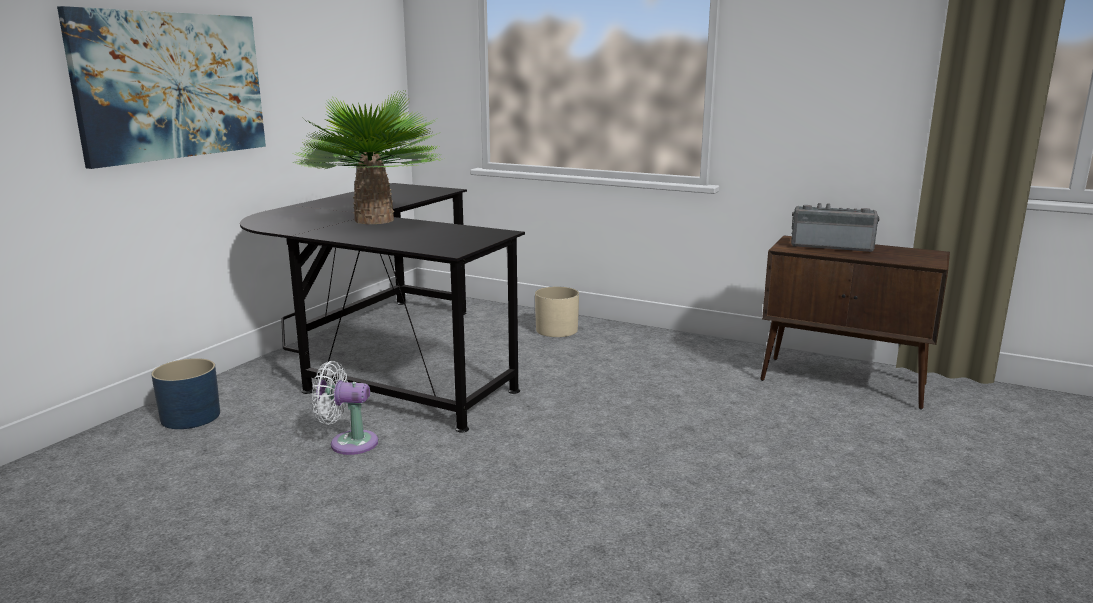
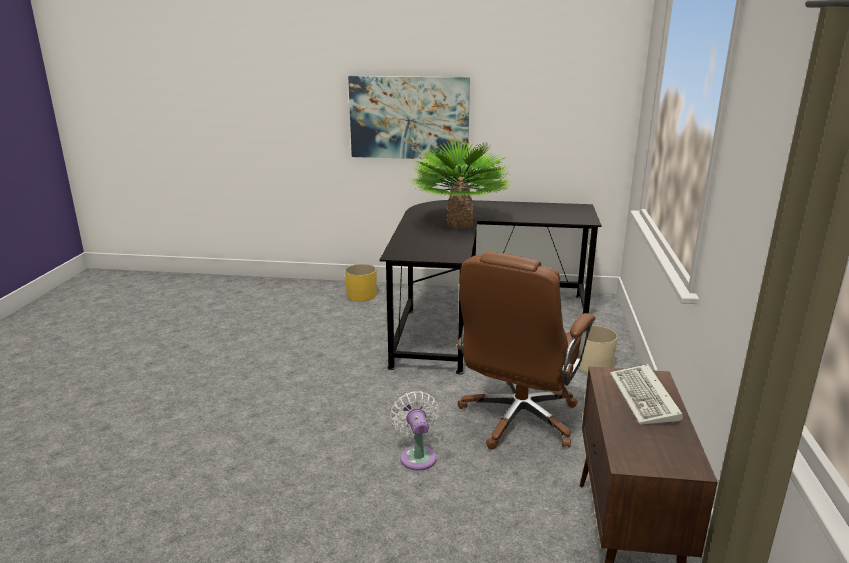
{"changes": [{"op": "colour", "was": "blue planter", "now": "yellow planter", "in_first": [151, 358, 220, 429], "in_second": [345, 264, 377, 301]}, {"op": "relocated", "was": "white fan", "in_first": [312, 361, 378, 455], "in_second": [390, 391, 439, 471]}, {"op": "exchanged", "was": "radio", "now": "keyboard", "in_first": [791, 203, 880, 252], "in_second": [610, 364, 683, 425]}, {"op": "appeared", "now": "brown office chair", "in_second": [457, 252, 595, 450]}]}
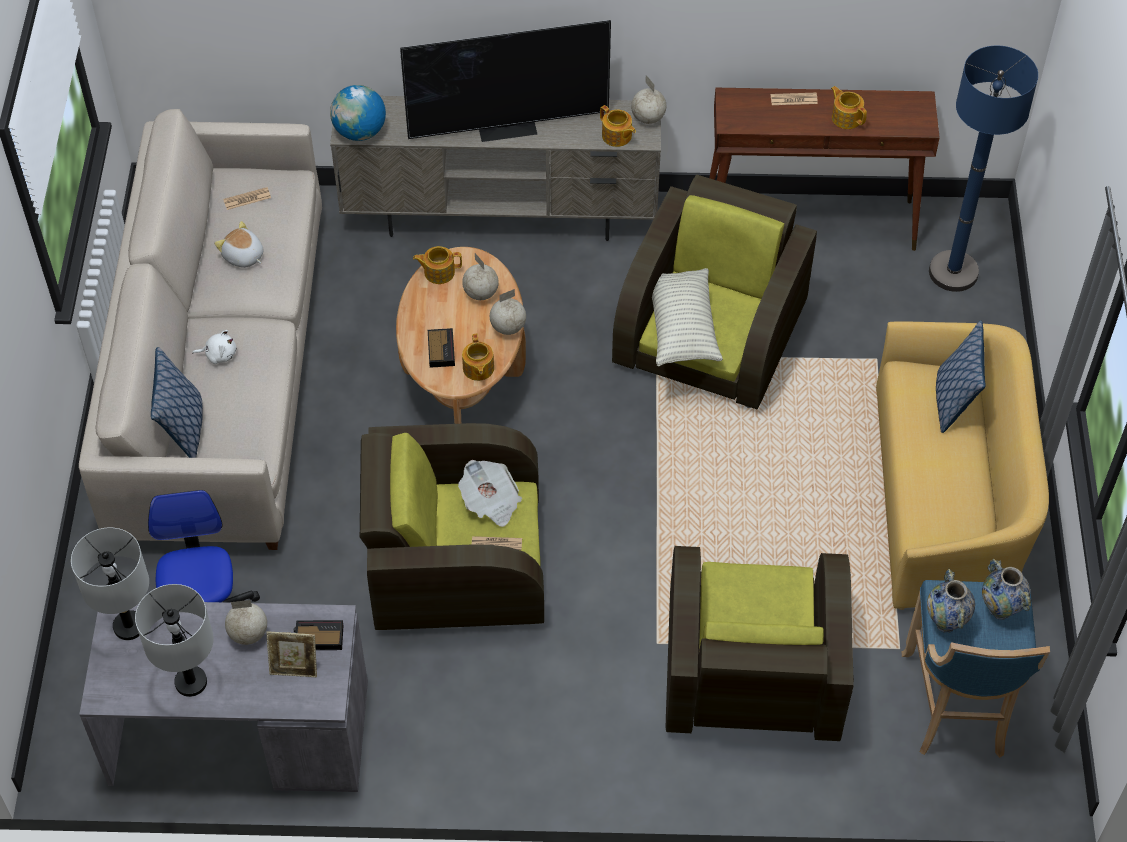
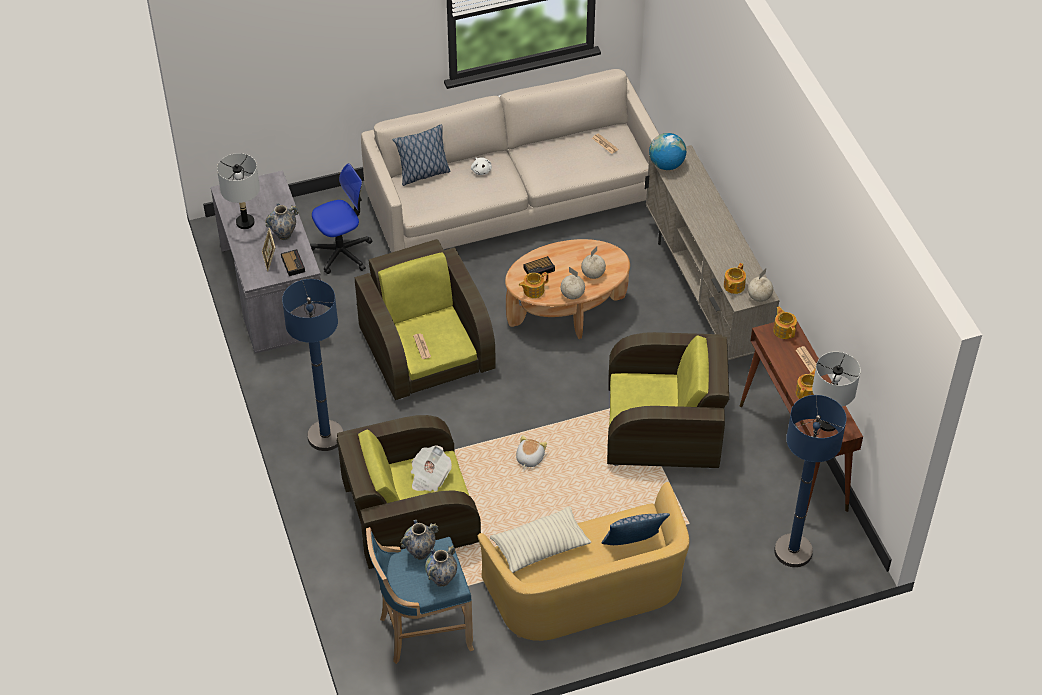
{"changes": [{"op": "relocated", "was": "grey table lamp", "in_first": [71, 528, 149, 640], "in_second": [812, 352, 861, 432]}, {"op": "relocated", "was": "plush toy", "in_first": [214, 221, 264, 268], "in_second": [516, 435, 547, 468]}, {"op": "exchanged", "was": "globe", "now": "vase", "in_first": [225, 600, 267, 645], "in_second": [265, 203, 299, 240]}, {"op": "missing", "was": "television", "in_first": [400, 20, 611, 142]}, {"op": "relocated", "was": "teapot", "in_first": [413, 246, 462, 284], "in_second": [773, 307, 797, 339]}, {"op": "relocated", "was": "newspaper", "in_first": [458, 460, 522, 527], "in_second": [411, 445, 452, 491]}, {"op": "relocated", "was": "pillow", "in_first": [652, 268, 723, 367], "in_second": [490, 506, 591, 573]}, {"op": "appeared", "now": "blue floor lamp", "in_second": [282, 279, 343, 451]}]}
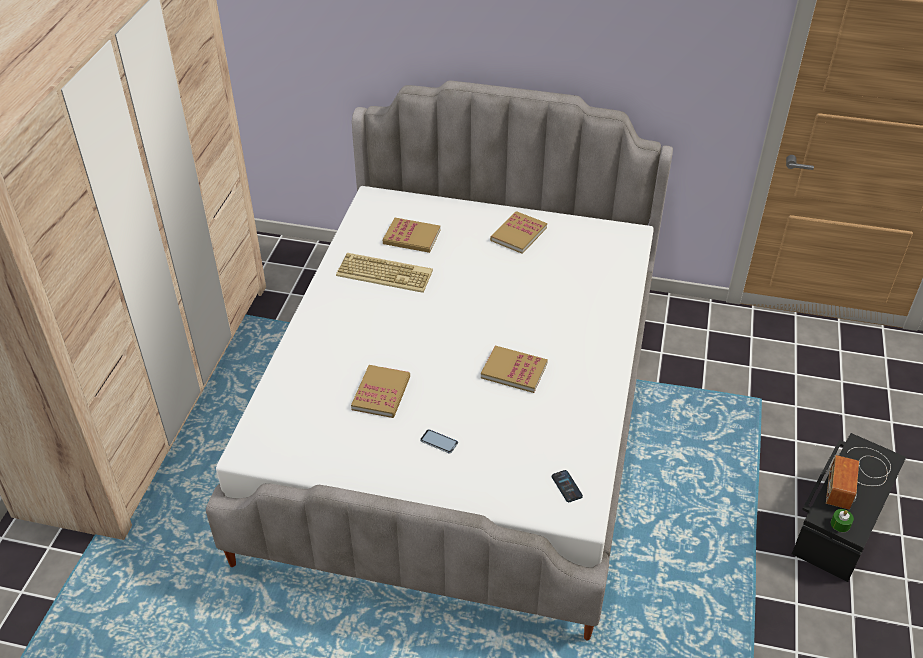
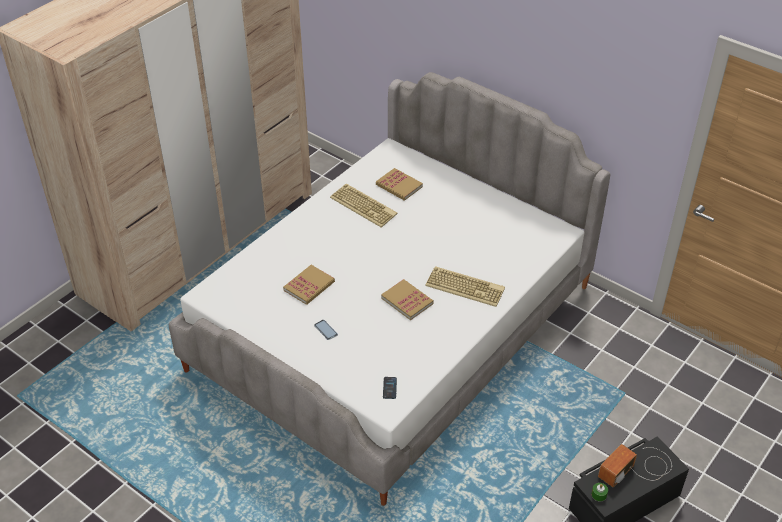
{"changes": [{"op": "missing", "was": "book", "in_first": [490, 211, 547, 254]}, {"op": "appeared", "now": "keyboard", "in_second": [425, 266, 505, 307]}]}
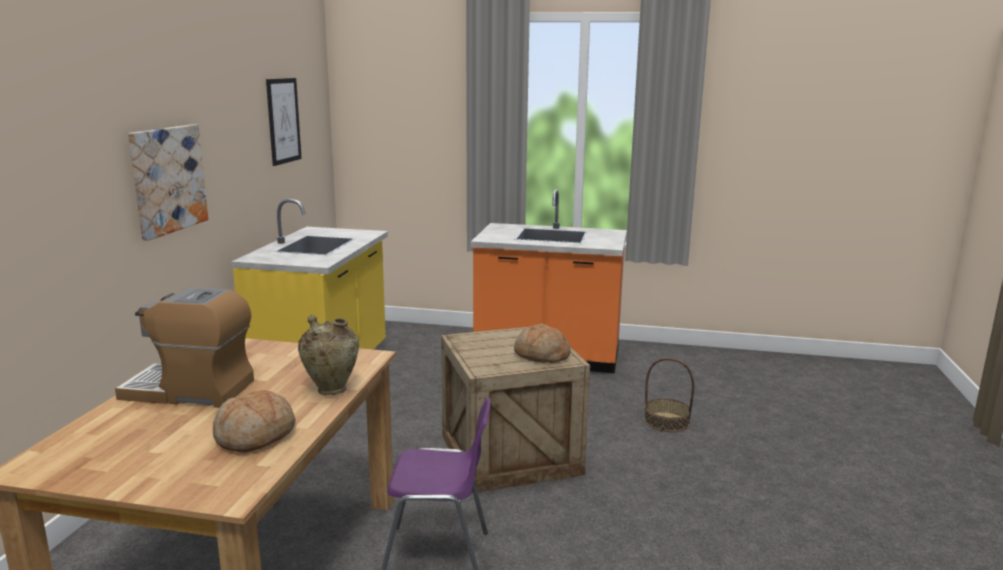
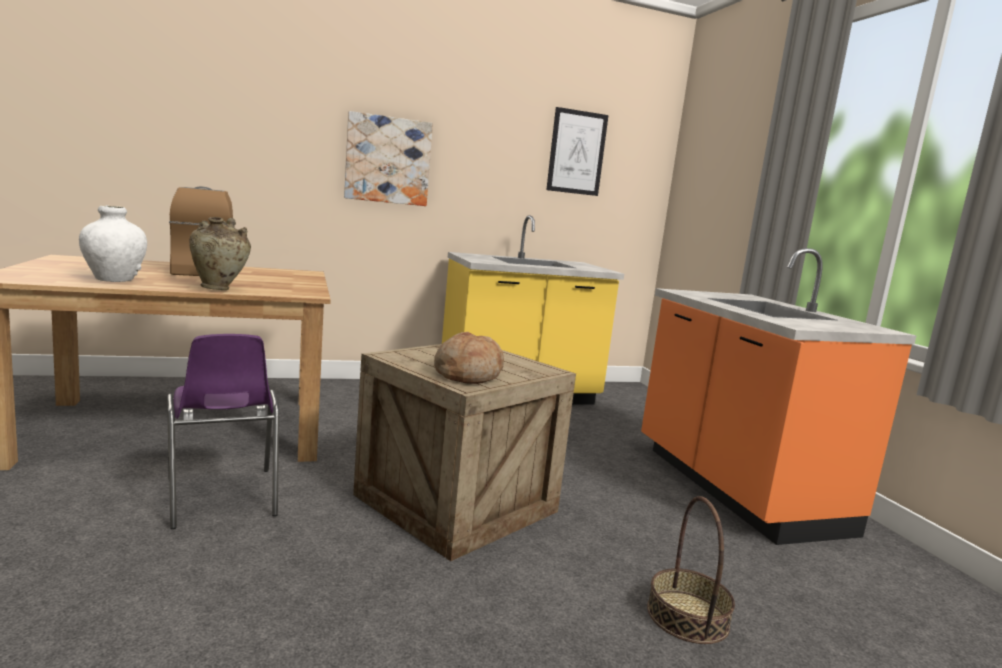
{"changes": [{"op": "exchanged", "was": "bread", "now": "white vase", "in_first": [213, 390, 296, 453], "in_second": [79, 206, 147, 282]}]}
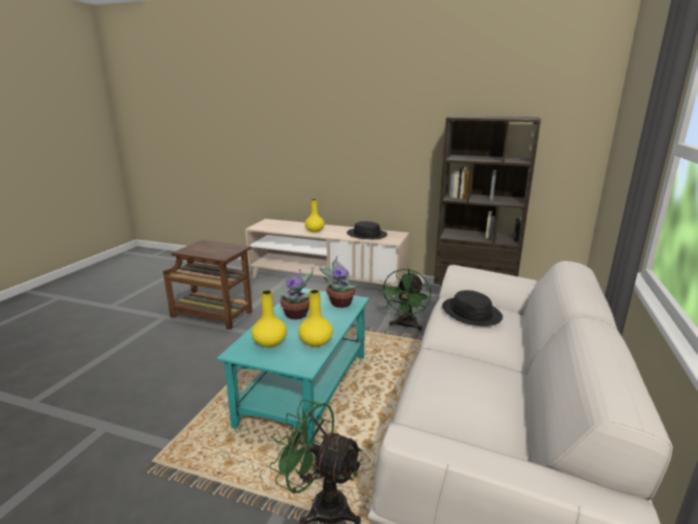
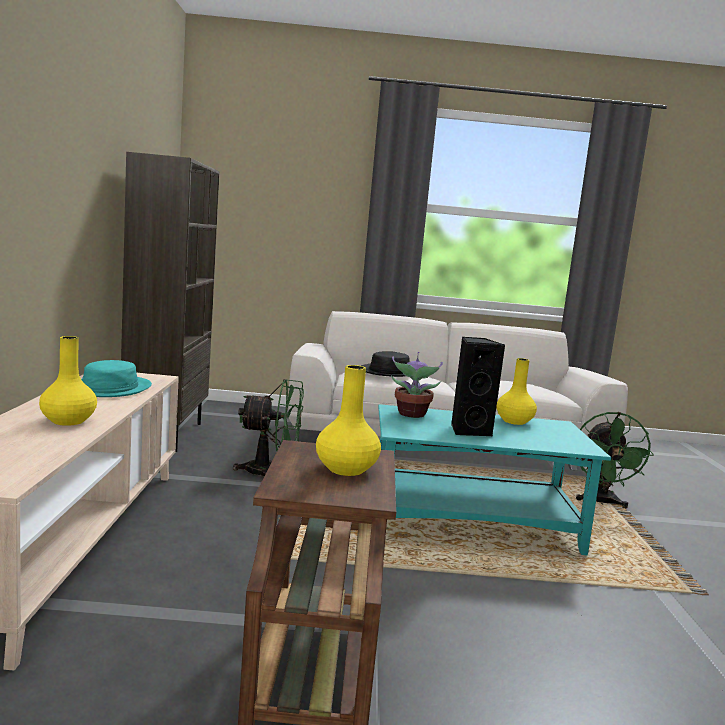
{"changes": [{"op": "relocated", "was": "yellow vase", "in_first": [252, 290, 287, 348], "in_second": [316, 365, 381, 476]}, {"op": "exchanged", "was": "potted plant", "now": "black speaker", "in_first": [275, 267, 314, 320], "in_second": [451, 337, 505, 437]}, {"op": "colour", "was": "black hat", "now": "turquoise hat", "in_first": [347, 221, 388, 239], "in_second": [81, 360, 152, 397]}]}
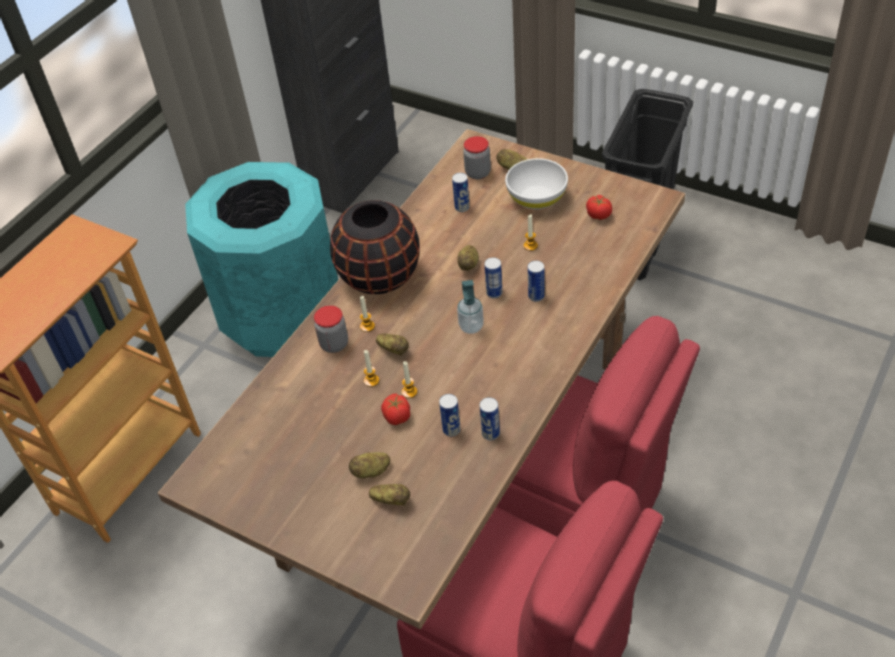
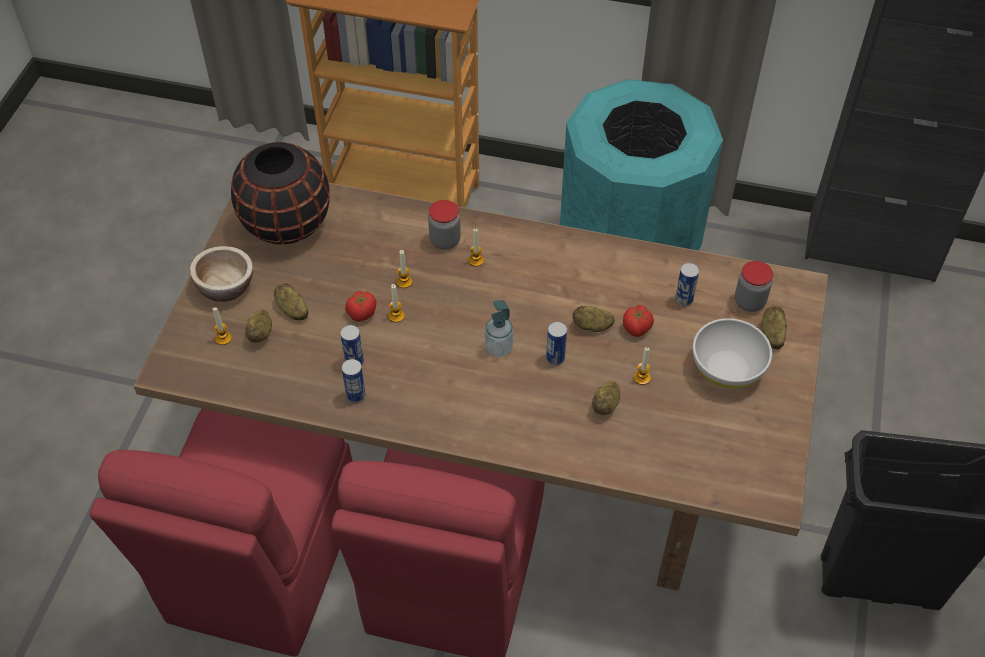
{"changes": [{"op": "relocated", "was": "black vase", "in_first": [330, 200, 420, 294], "in_second": [231, 142, 330, 244]}, {"op": "relocated", "was": "potato", "in_first": [376, 334, 409, 356], "in_second": [592, 381, 620, 415]}, {"op": "missing", "was": "can", "in_first": [528, 260, 545, 302]}, {"op": "relocated", "was": "tomato", "in_first": [586, 195, 612, 220], "in_second": [623, 305, 654, 337]}, {"op": "appeared", "now": "bowl", "in_second": [190, 246, 253, 302]}, {"op": "appeared", "now": "candle", "in_second": [213, 307, 232, 345]}]}
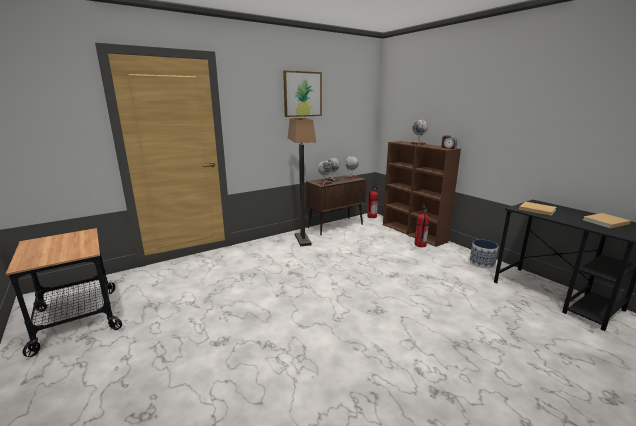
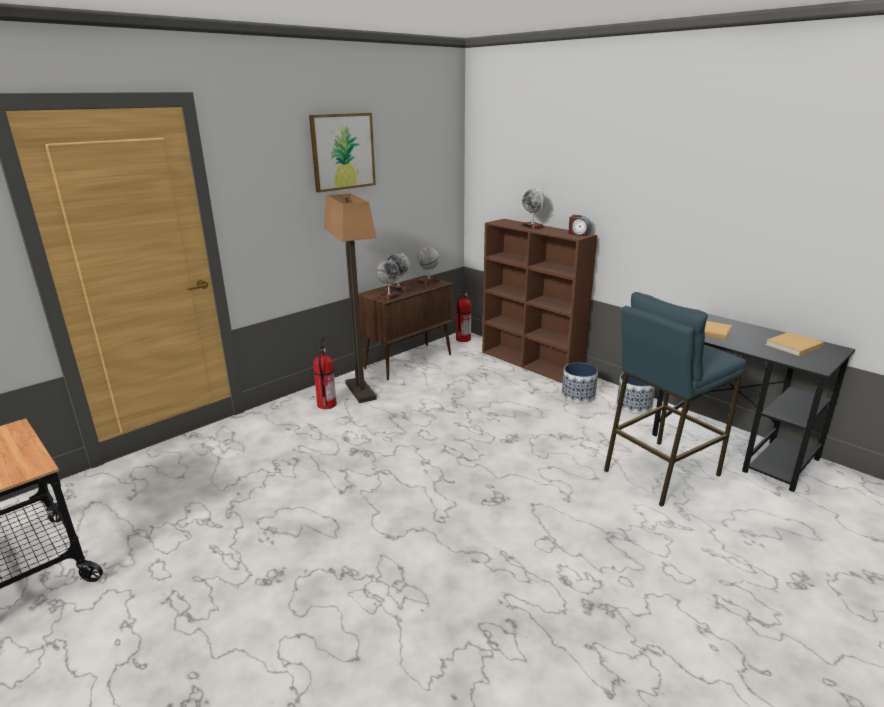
{"changes": [{"op": "relocated", "was": "fire extinguisher", "in_first": [414, 203, 429, 247], "in_second": [313, 337, 337, 409]}, {"op": "appeared", "now": "planter", "in_second": [562, 363, 598, 404]}, {"op": "appeared", "now": "blue stool", "in_second": [604, 292, 746, 507]}]}
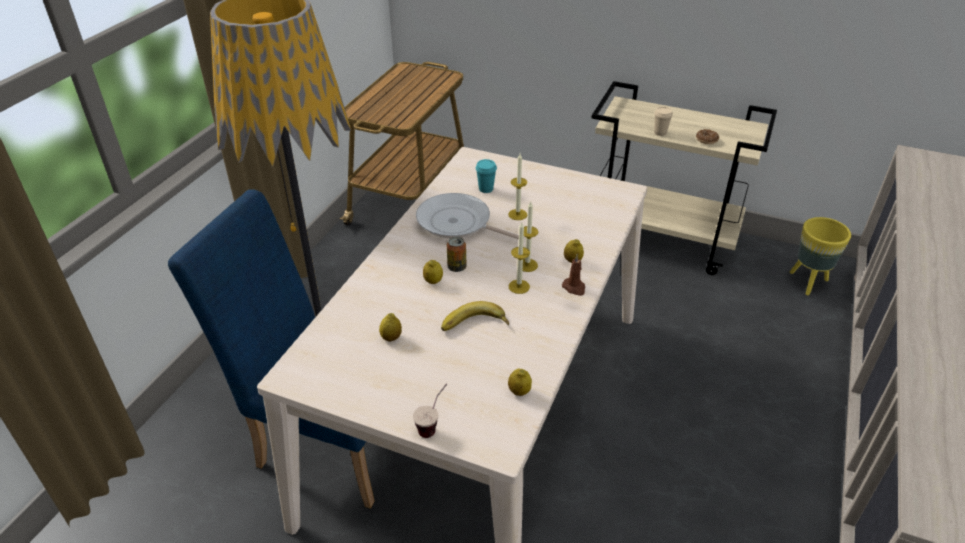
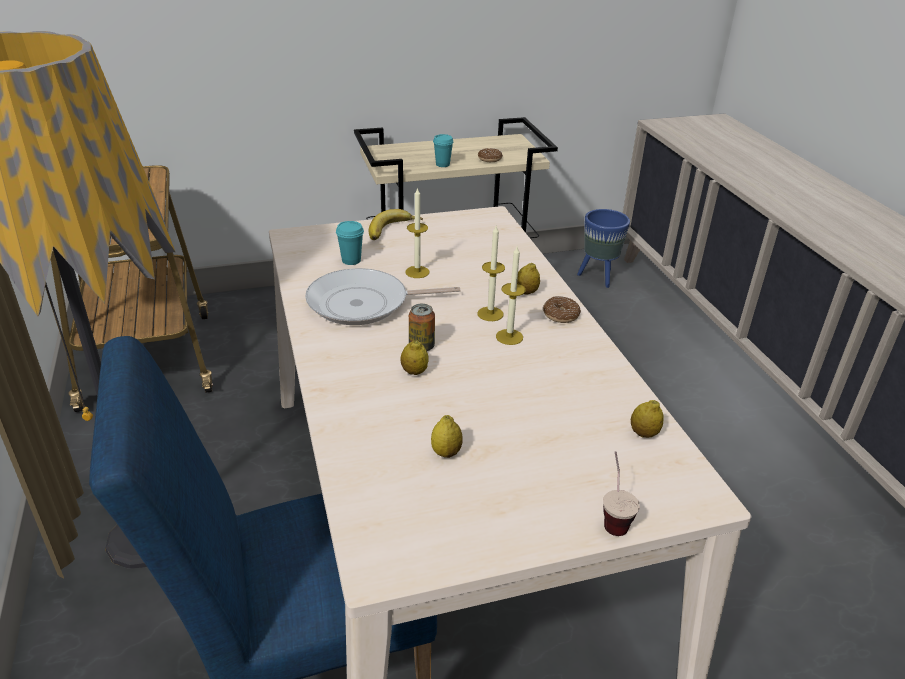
{"changes": [{"op": "relocated", "was": "banana", "in_first": [441, 301, 509, 331], "in_second": [369, 209, 423, 240]}, {"op": "exchanged", "was": "brown candle", "now": "donut", "in_first": [562, 254, 586, 296], "in_second": [543, 296, 581, 323]}, {"op": "colour", "was": "beige cup", "now": "turquoise cup", "in_first": [654, 106, 673, 136], "in_second": [433, 134, 454, 167]}, {"op": "colour", "was": "yellow planter", "now": "blue planter", "in_first": [790, 217, 851, 295], "in_second": [577, 209, 630, 288]}]}
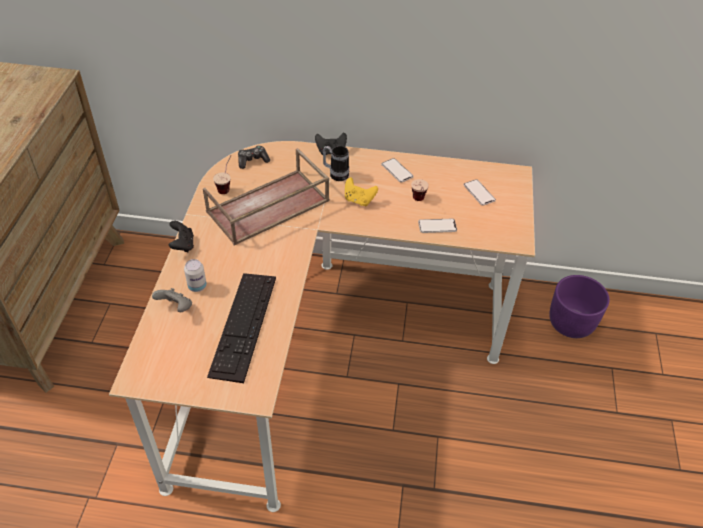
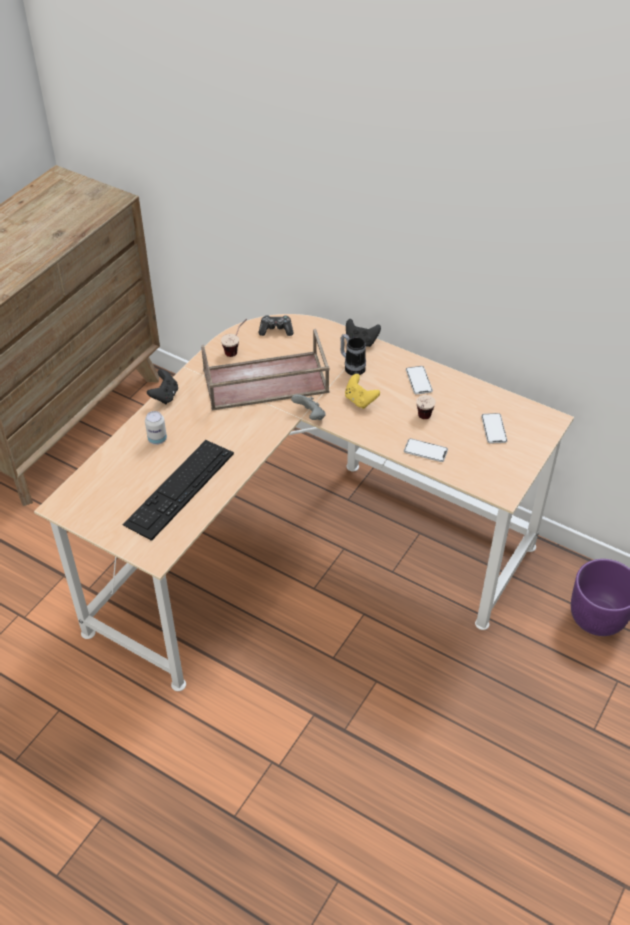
{"changes": [{"op": "relocated", "was": "grey game controller", "in_first": [152, 288, 192, 312], "in_second": [291, 394, 326, 420]}]}
